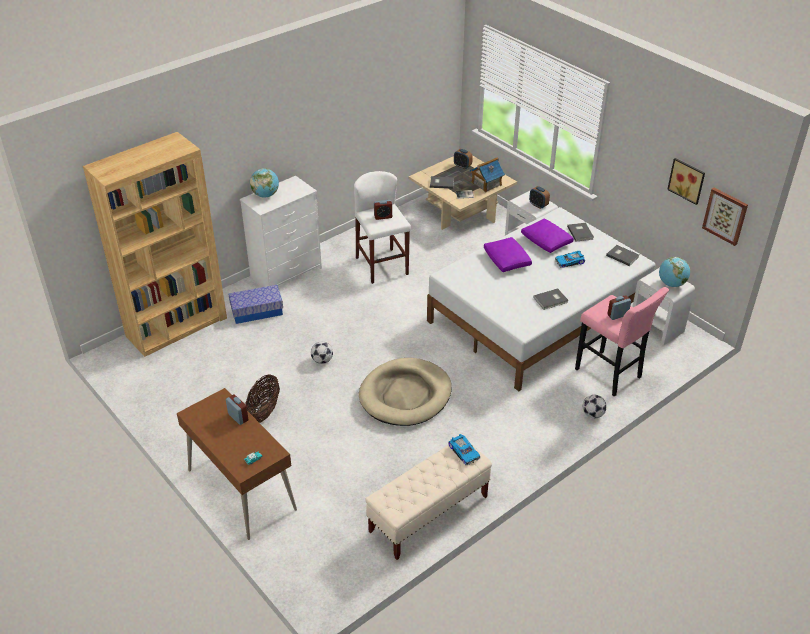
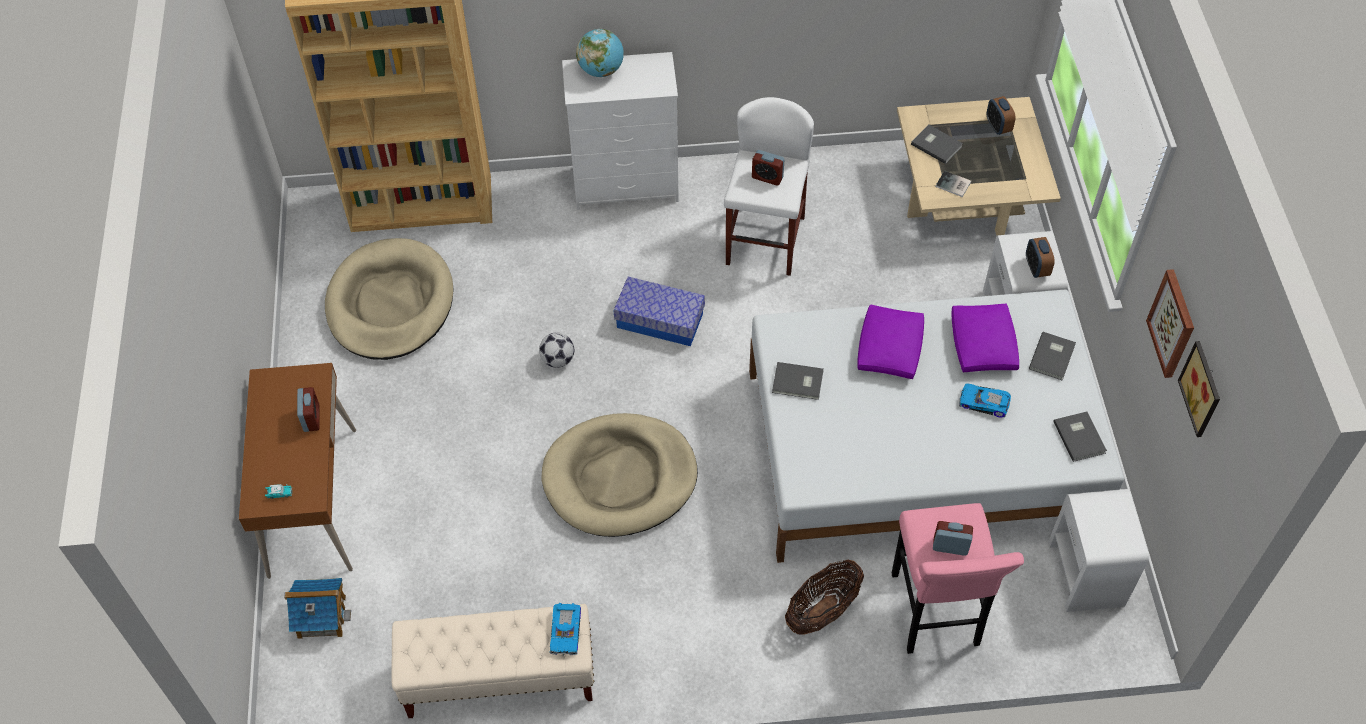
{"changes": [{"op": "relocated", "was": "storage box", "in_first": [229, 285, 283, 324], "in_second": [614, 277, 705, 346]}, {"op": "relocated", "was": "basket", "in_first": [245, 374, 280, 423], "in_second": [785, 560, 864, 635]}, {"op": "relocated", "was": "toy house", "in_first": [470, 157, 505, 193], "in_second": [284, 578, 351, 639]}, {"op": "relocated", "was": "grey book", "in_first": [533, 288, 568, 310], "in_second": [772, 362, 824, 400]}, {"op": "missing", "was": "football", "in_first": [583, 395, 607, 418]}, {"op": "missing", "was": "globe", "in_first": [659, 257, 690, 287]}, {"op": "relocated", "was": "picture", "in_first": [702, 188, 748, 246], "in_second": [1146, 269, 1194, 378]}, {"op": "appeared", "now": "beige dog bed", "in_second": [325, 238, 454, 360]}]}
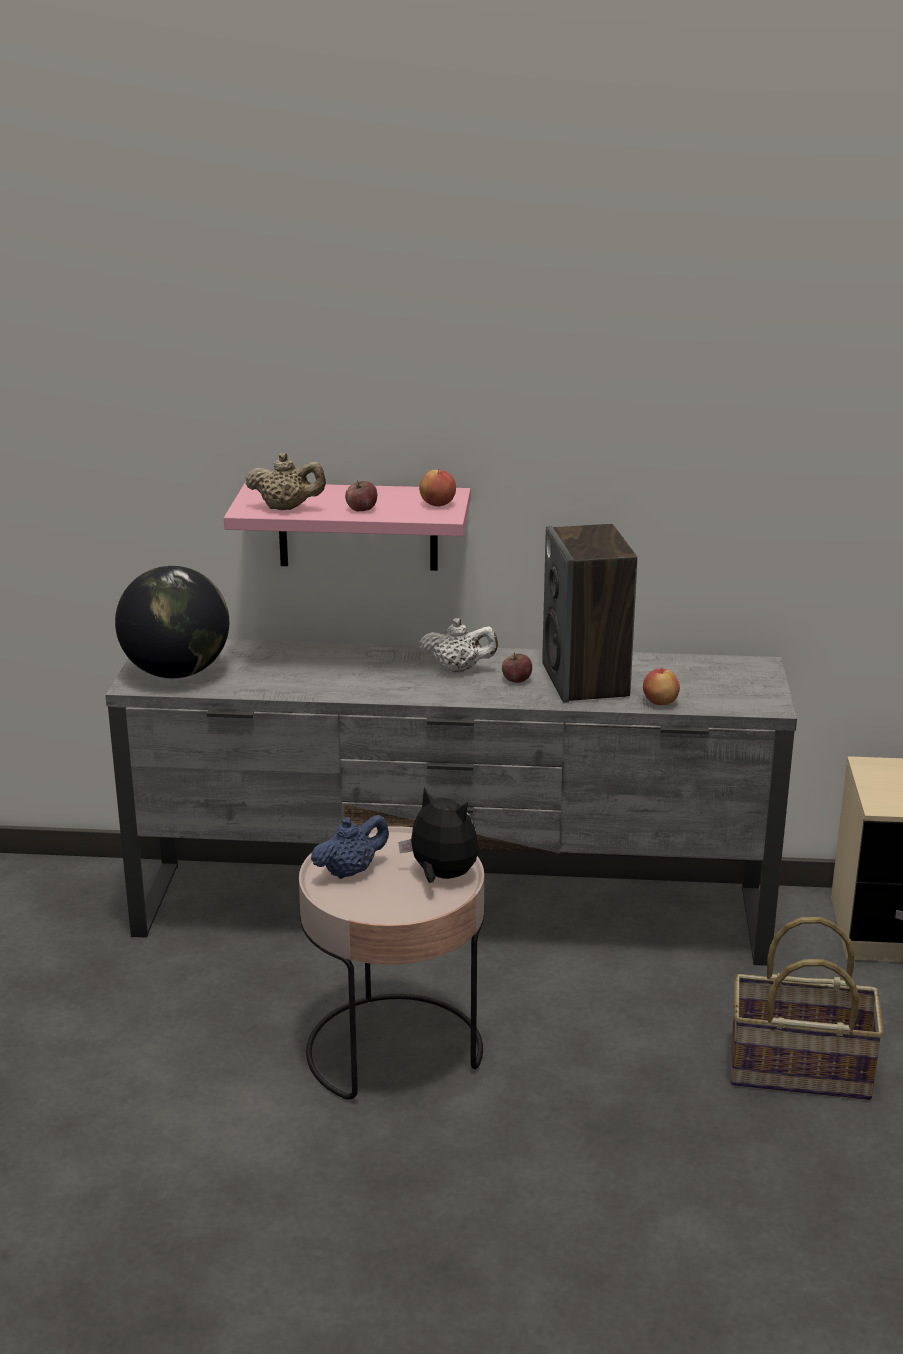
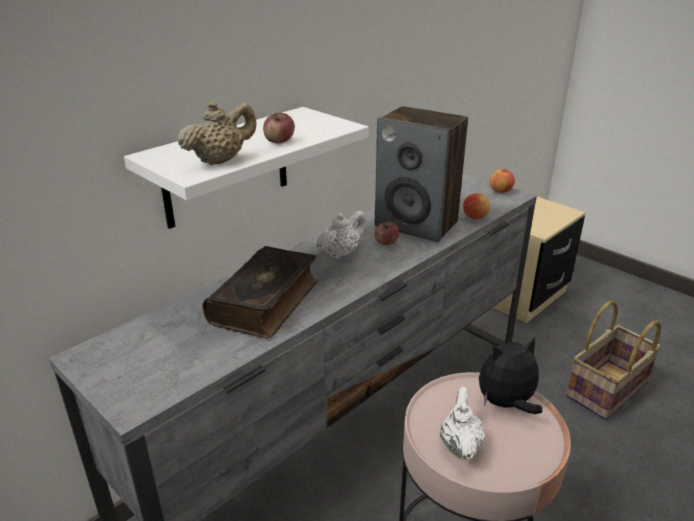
{"changes": [{"op": "missing", "was": "globe", "in_first": [115, 566, 229, 678]}, {"op": "colour", "was": "pink shelf", "now": "white shelf", "in_first": [224, 482, 471, 571], "in_second": [124, 107, 368, 229]}, {"op": "colour", "was": "blue teapot", "now": "white teapot", "in_first": [311, 815, 389, 879], "in_second": [440, 387, 485, 460]}, {"op": "relocated", "was": "apple", "in_first": [419, 470, 456, 506], "in_second": [489, 169, 515, 193]}, {"op": "appeared", "now": "book", "in_second": [202, 246, 318, 338]}]}
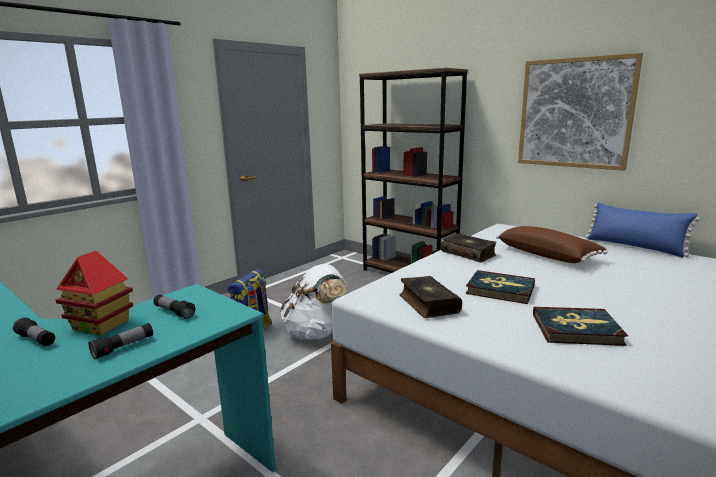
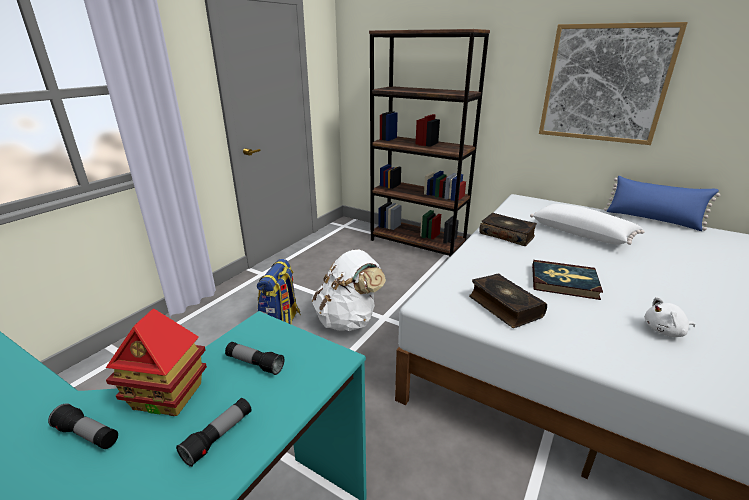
{"changes": [{"op": "colour", "was": "brown pillow", "now": "white pillow", "in_first": [496, 226, 608, 263], "in_second": [530, 204, 644, 245]}, {"op": "exchanged", "was": "book", "now": "white plush toy", "in_first": [533, 307, 628, 346], "in_second": [645, 297, 696, 337]}]}
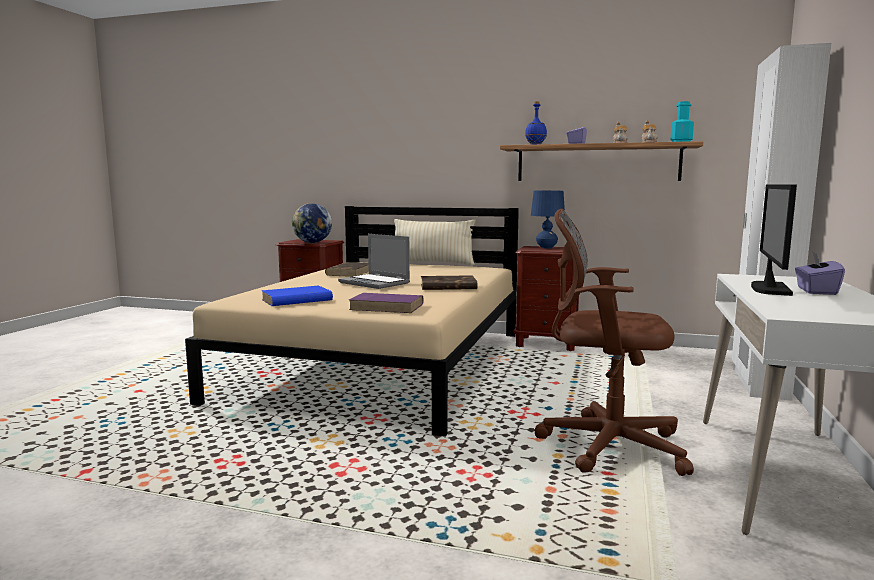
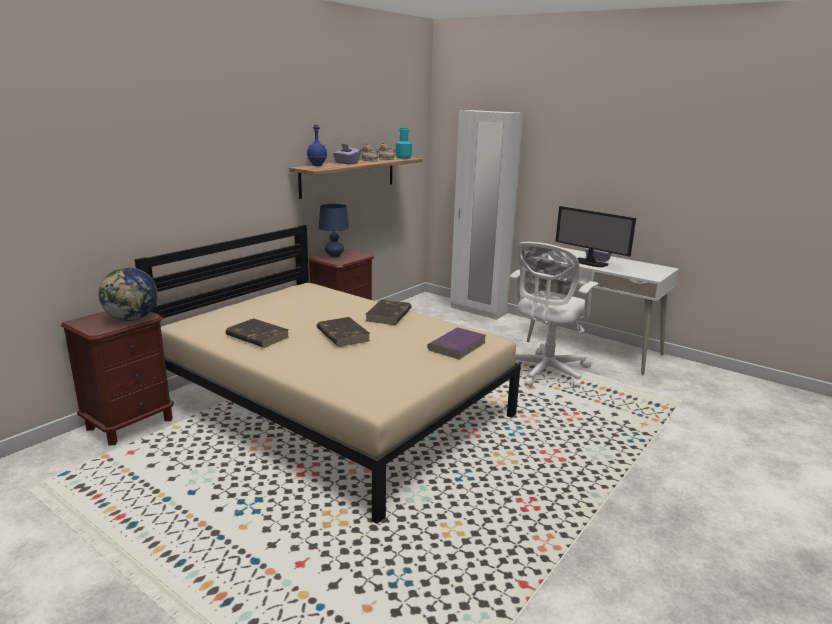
{"changes": [{"op": "missing", "was": "blue book", "in_first": [261, 285, 333, 306]}, {"op": "exchanged", "was": "laptop", "now": "brown book", "in_first": [338, 234, 410, 289], "in_second": [317, 317, 370, 347]}, {"op": "missing", "was": "beige pillow", "in_first": [394, 219, 476, 266]}, {"op": "colour", "was": "brown office chair", "now": "white office chair", "in_first": [534, 209, 694, 476], "in_second": [510, 242, 598, 388]}]}
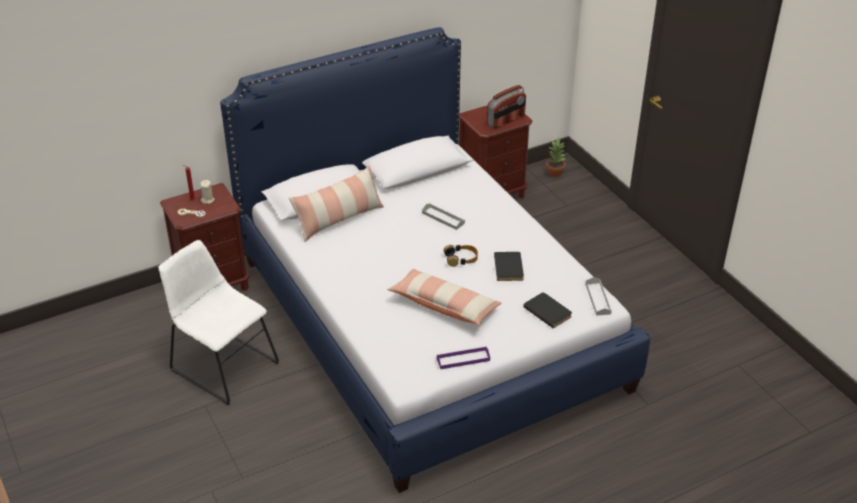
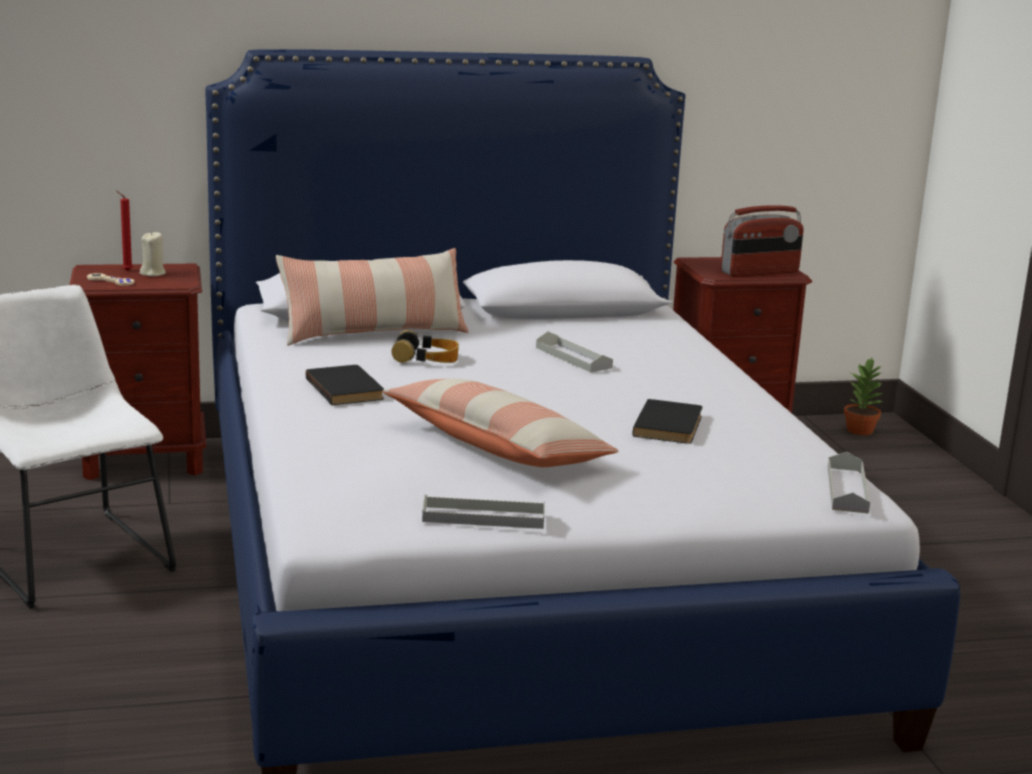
{"changes": [{"op": "colour", "was": "purple tray", "now": "grey tray", "in_first": [437, 346, 490, 369], "in_second": [422, 495, 545, 529]}, {"op": "relocated", "was": "headphones", "in_first": [443, 245, 478, 267], "in_second": [391, 330, 459, 364]}, {"op": "relocated", "was": "black book", "in_first": [523, 292, 572, 328], "in_second": [305, 365, 384, 405]}]}
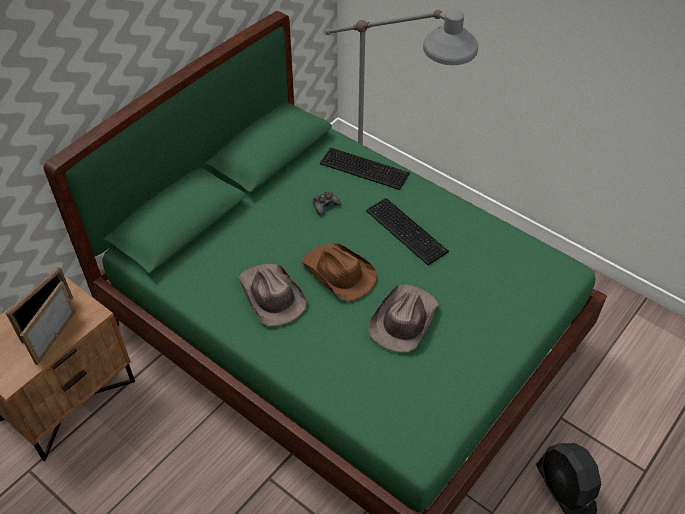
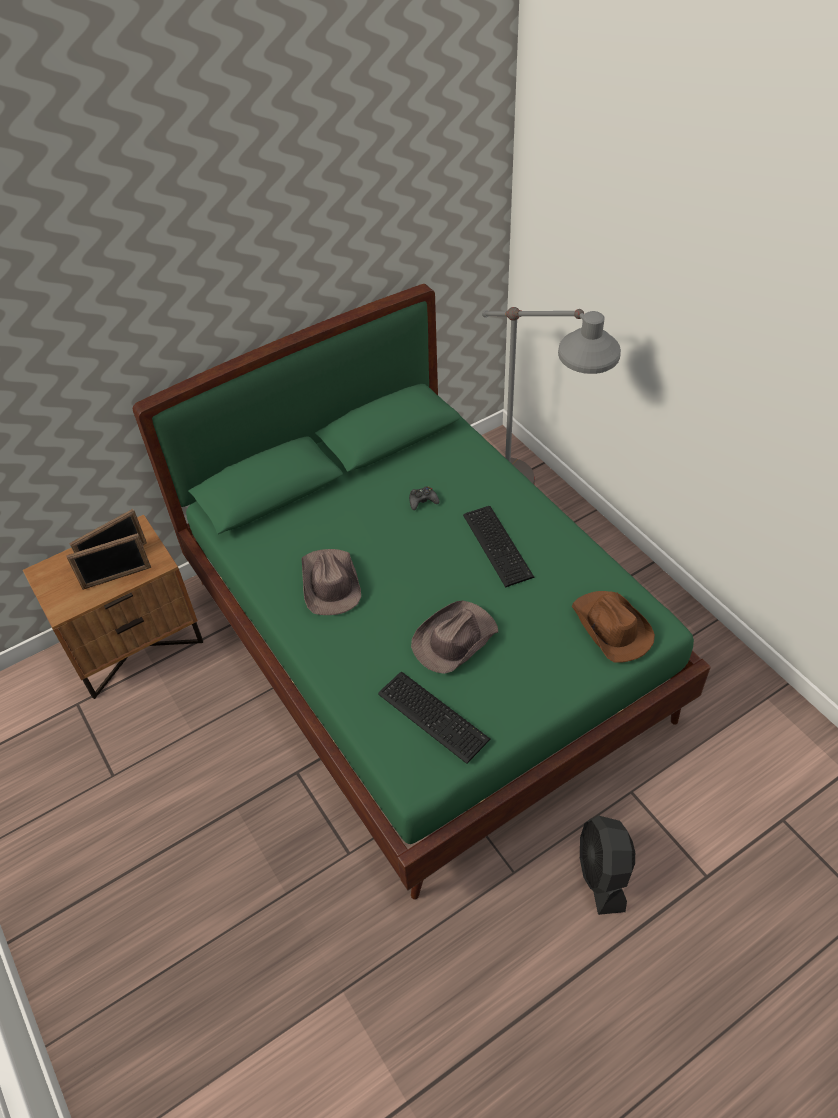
{"changes": [{"op": "spun", "was": "picture frame", "in_first": [20, 281, 76, 365], "in_second": [66, 533, 151, 590], "clockwise": -150}, {"op": "relocated", "was": "brown hat", "in_first": [302, 243, 377, 302], "in_second": [572, 591, 655, 663]}, {"op": "relocated", "was": "keyboard", "in_first": [320, 148, 410, 190], "in_second": [378, 672, 490, 764]}]}
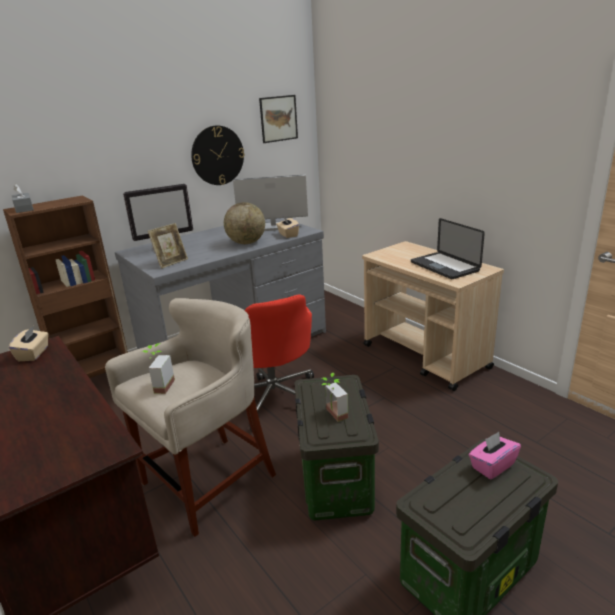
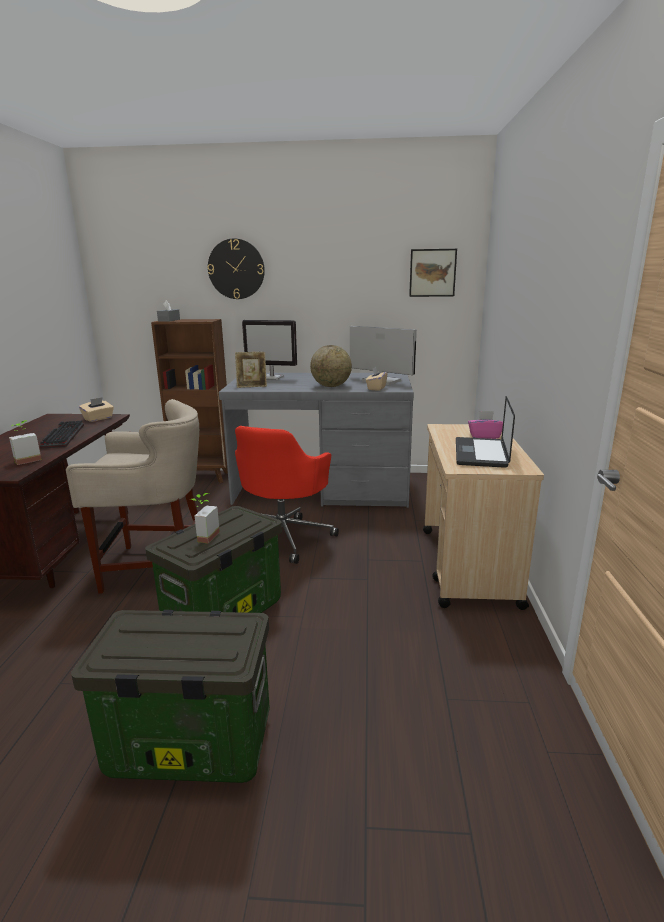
{"changes": [{"op": "relocated", "was": "potted plant", "in_first": [141, 343, 175, 394], "in_second": [9, 420, 42, 465]}, {"op": "relocated", "was": "wall clock", "in_first": [191, 125, 245, 185], "in_second": [208, 238, 265, 299]}, {"op": "relocated", "was": "pink tissue box", "in_first": [469, 432, 521, 480], "in_second": [468, 411, 503, 439]}, {"op": "appeared", "now": "keyboard", "in_second": [40, 421, 84, 449]}]}
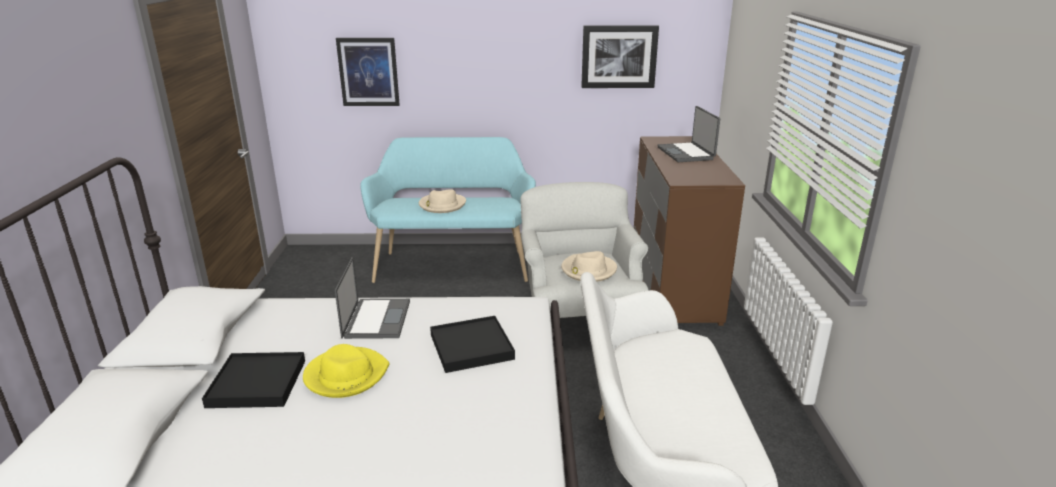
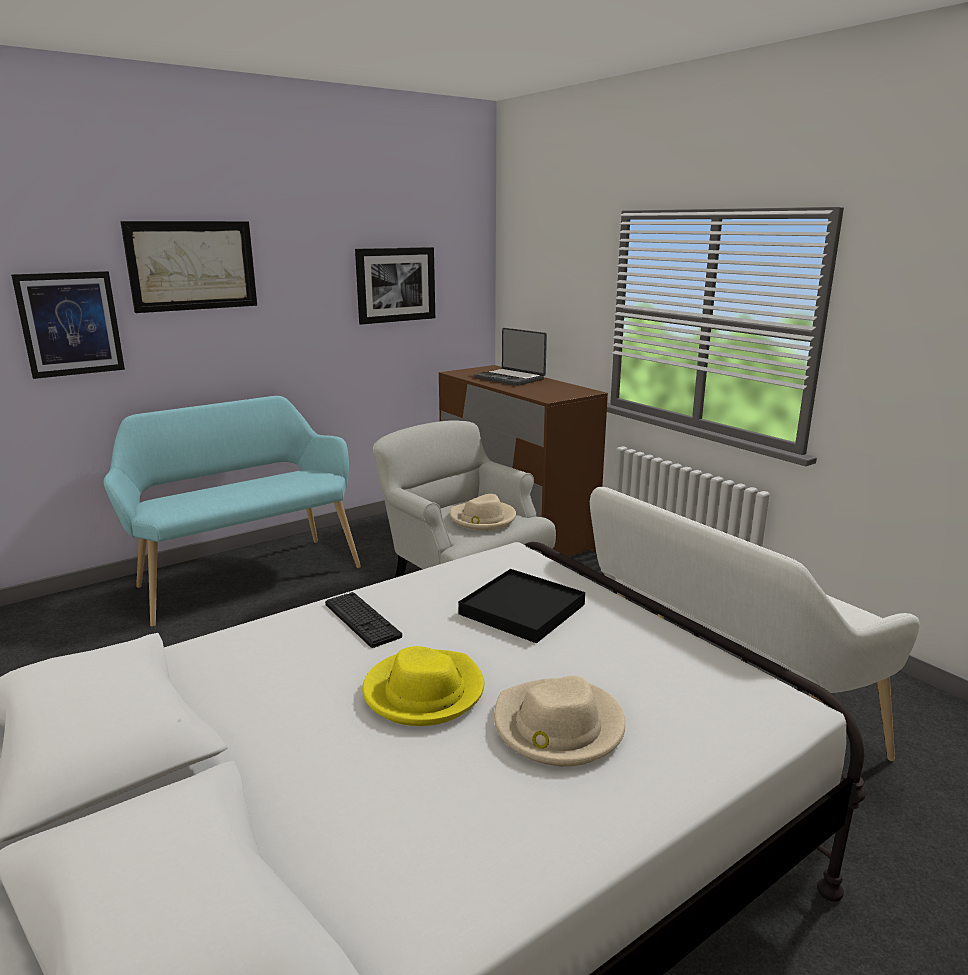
{"changes": [{"op": "missing", "was": "black tray", "in_first": [202, 352, 305, 408]}, {"op": "exchanged", "was": "laptop", "now": "keyboard", "in_first": [335, 257, 410, 339], "in_second": [325, 592, 402, 648]}, {"op": "relocated", "was": "beige hat", "in_first": [419, 189, 466, 213], "in_second": [494, 676, 625, 767]}, {"op": "appeared", "now": "picture", "in_second": [120, 221, 257, 313]}]}
